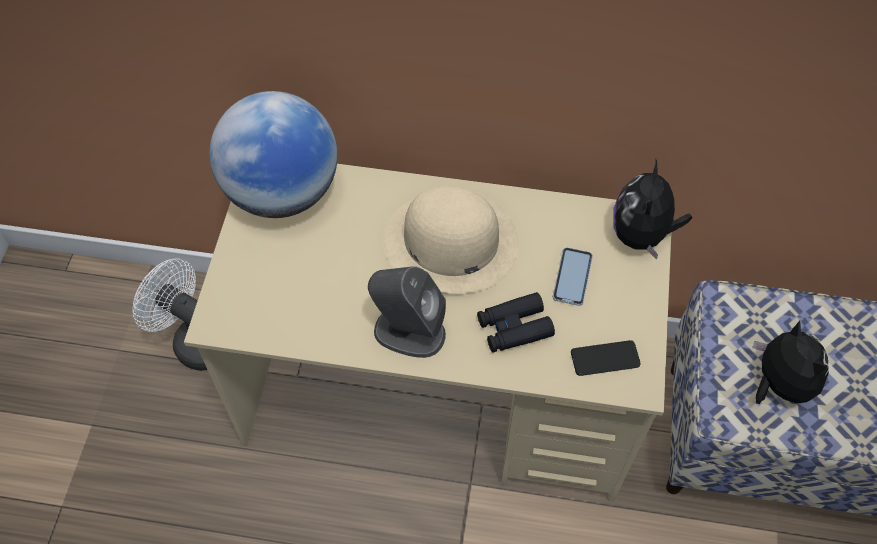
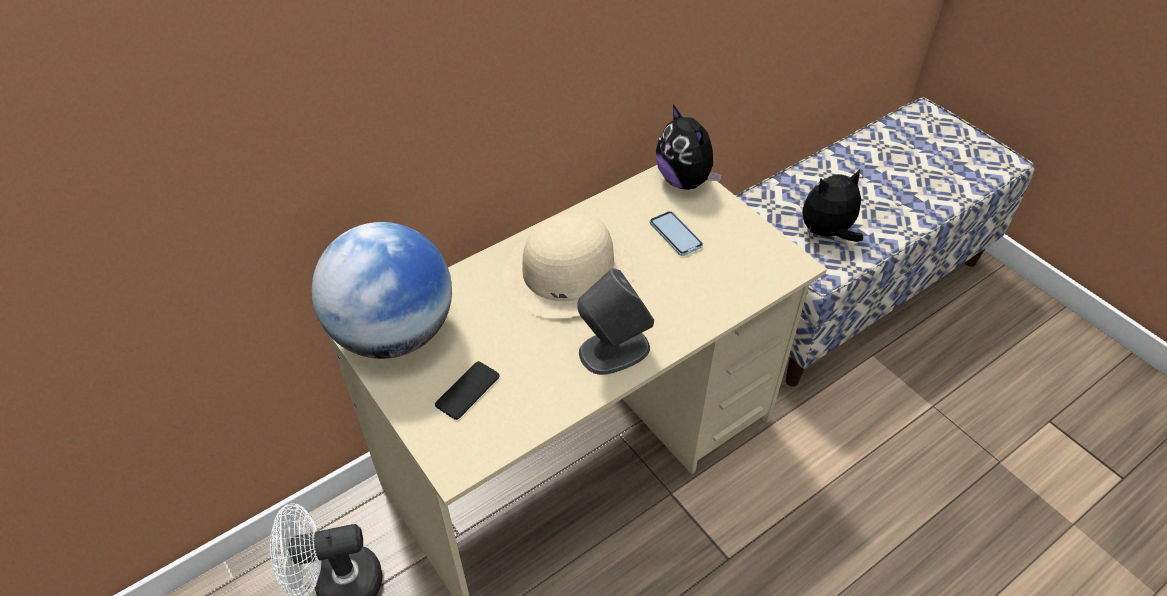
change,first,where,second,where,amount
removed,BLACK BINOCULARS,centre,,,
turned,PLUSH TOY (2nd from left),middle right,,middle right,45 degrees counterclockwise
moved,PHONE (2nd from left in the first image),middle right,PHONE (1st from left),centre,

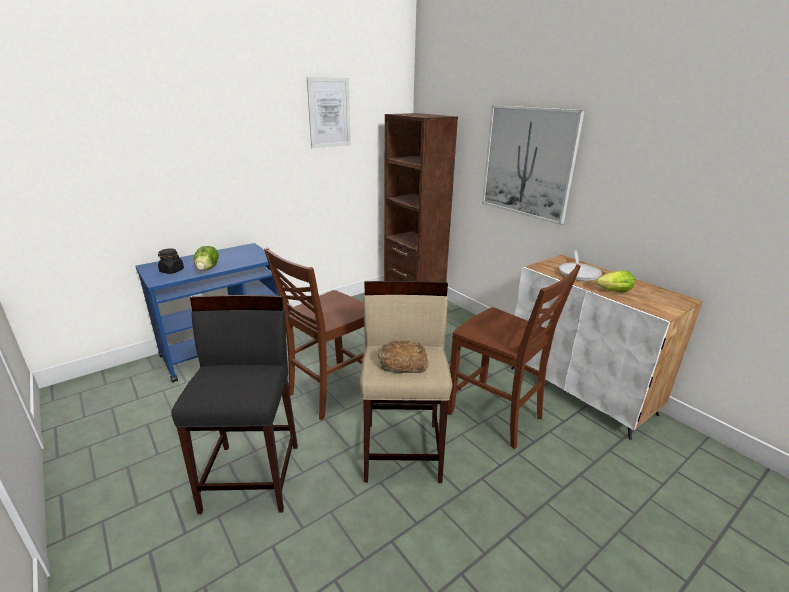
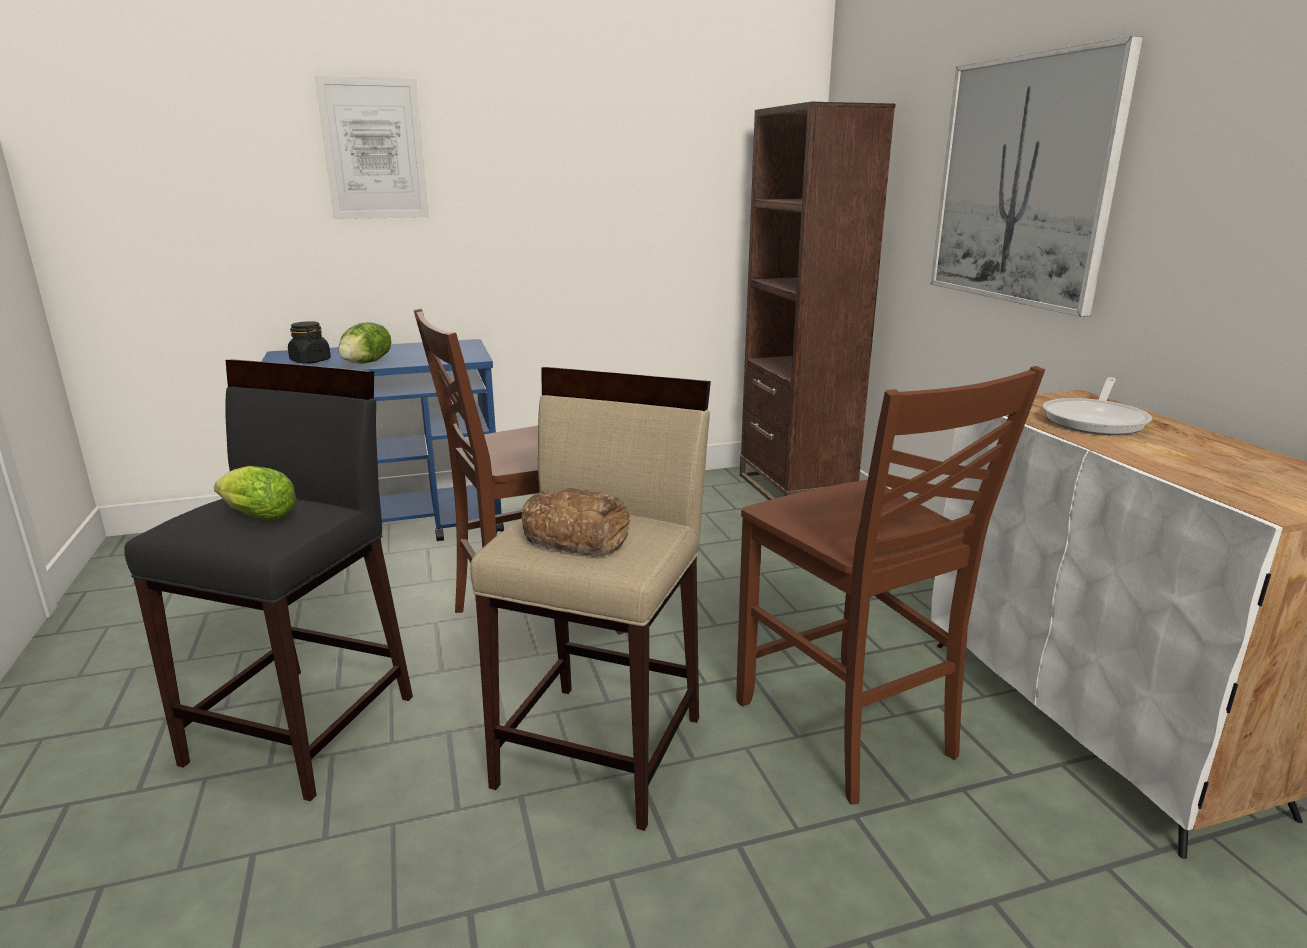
change,first,where,second,where,amount
moved,PICTURE (1st from left),top centre,,top left,
moved,LETTUCE (2nd from left in the first image),middle right,LETTUCE (1st from left),middle left,

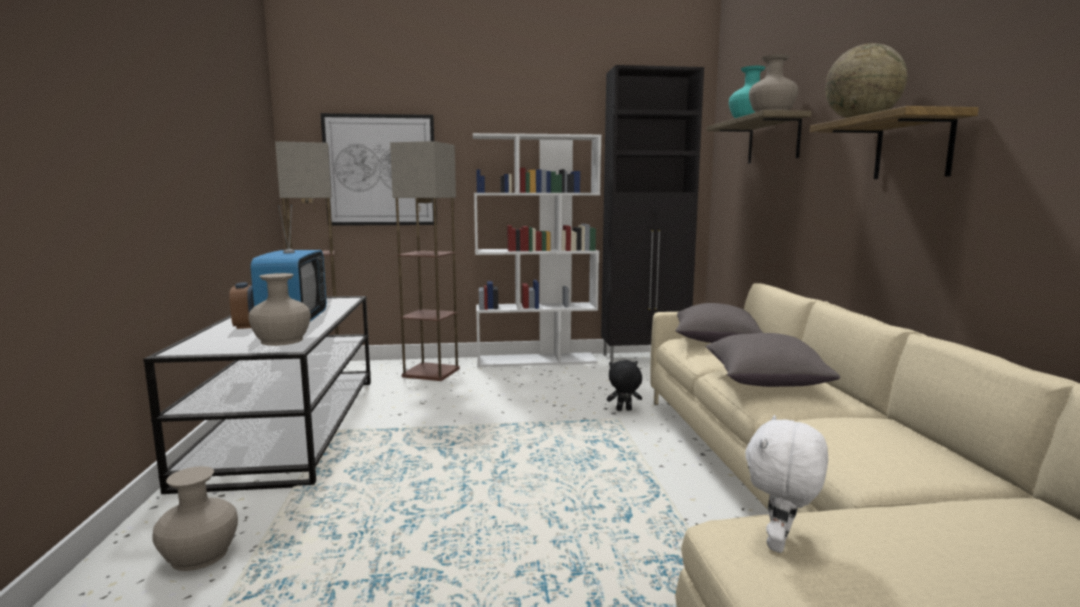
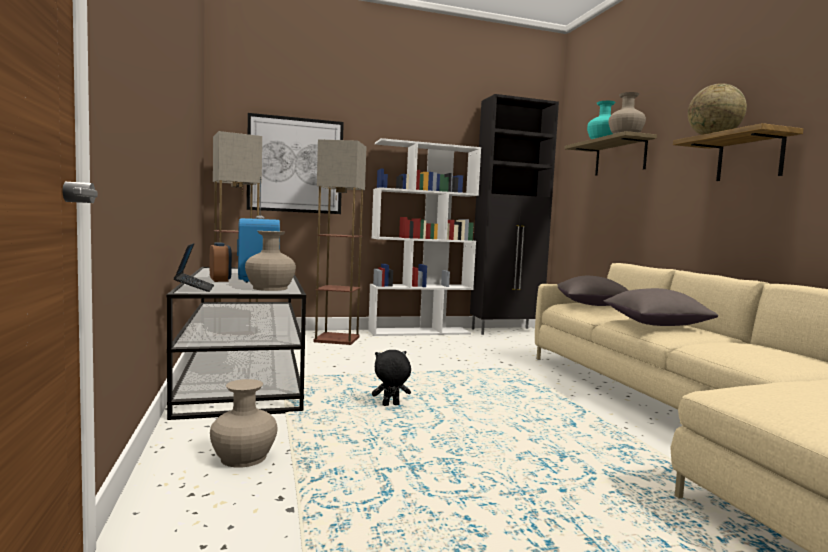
change,first,where,second,where,amount
moved,BLACK PLUSH TOY,centre,,bottom centre,
removed,WHITE PLUSH TOY,bottom right,,,
added,,,LAPTOP,middle left,

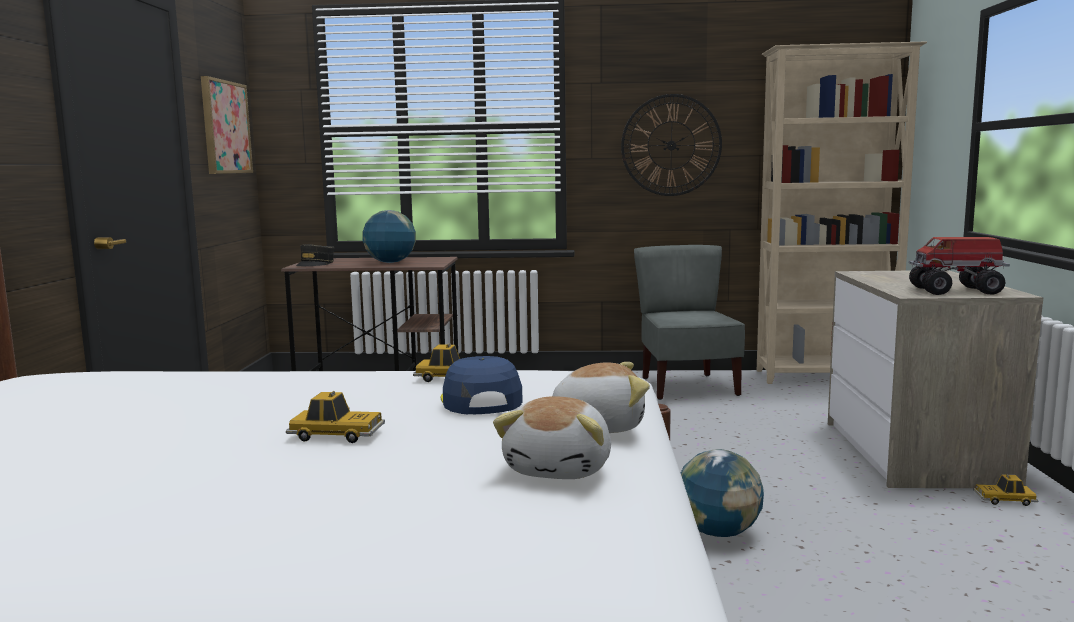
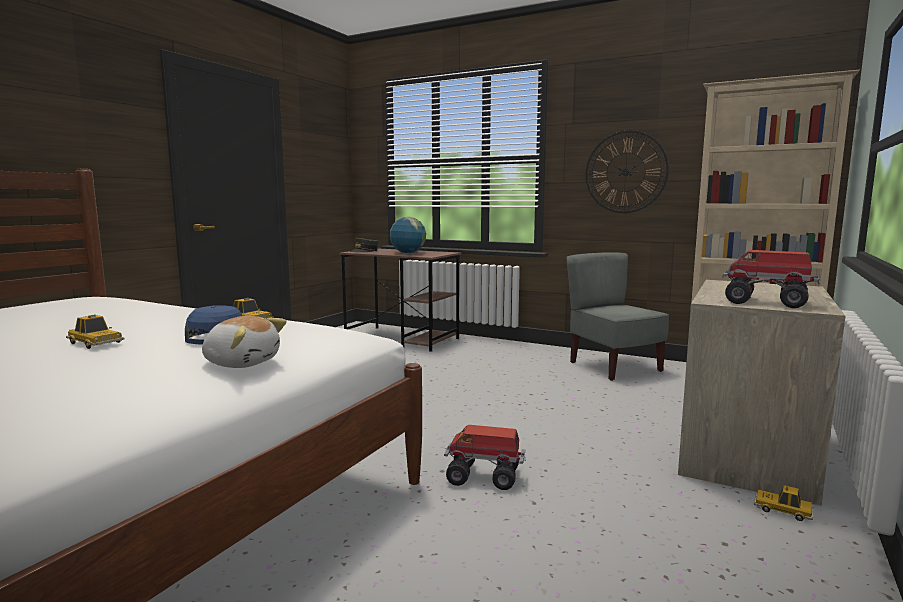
change,first,where,second,where,amount
removed,PICTURE,top left,,,
turned,GREY CHAIR,centre,,middle right,45 degrees counterclockwise
removed,PLUSH TOY (1st from left),bottom centre,,,
replaced,GLOBE (2nd from left),bottom right,TOY TRUCK (1st from left),bottom centre,

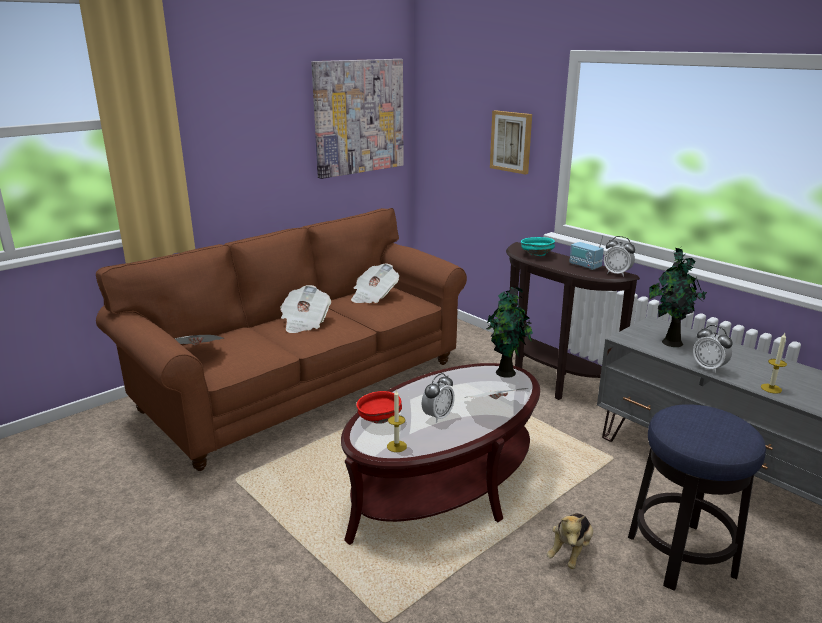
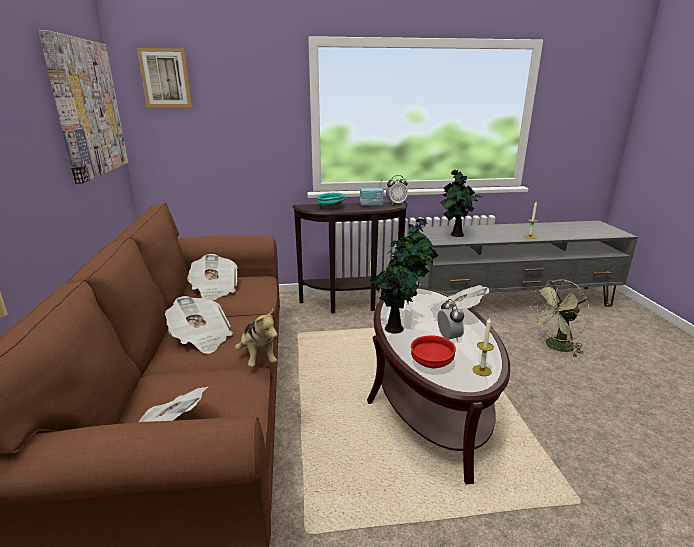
change,first,where,second,where,amount
moved,PICTURE (2nd from left),top centre,,top left,
removed,ALARM CLOCK (3rd from left),middle right,,,
replaced,STOOL,bottom right,GREEN FAN,middle right,
moved,PLUSH TOY,bottom right,,centre,
added,,,POTTED PLANT (1st from left),centre,

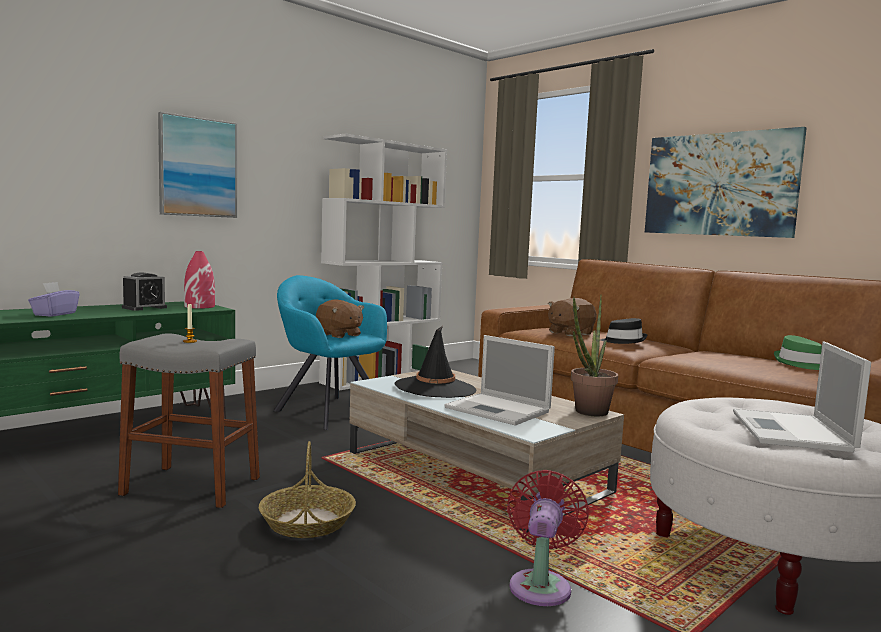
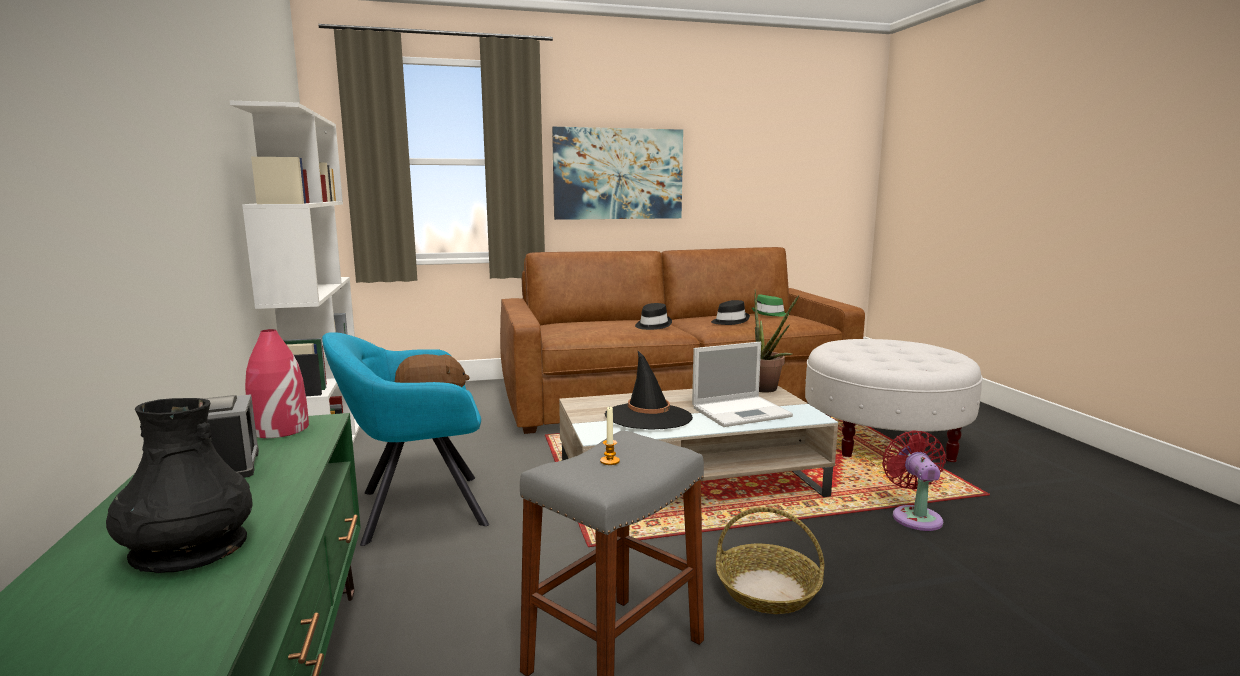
change,first,where,second,where,amount
removed,PICTURE (1st from left),top left,,,
replaced,PURPLE TISSUE BOX,middle left,BLACK VASE,bottom left,
removed,BROWN PLUSH TOY (2nd from left),centre,,,
removed,LAPTOP (2nd from left),middle right,,,
turned,RED FAN,bottom centre,,bottom right,45 degrees clockwise
added,,,BLACK HAT (3rd from left),centre,

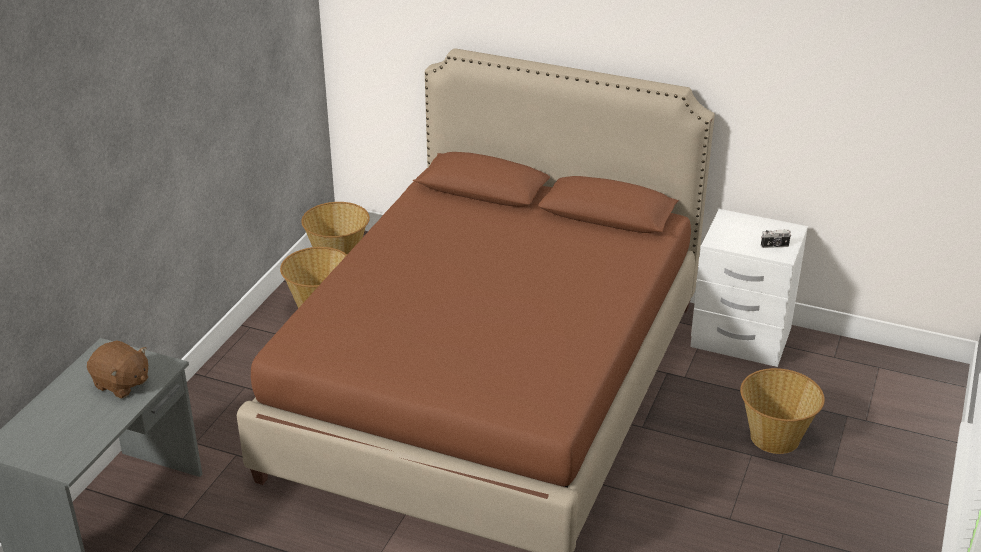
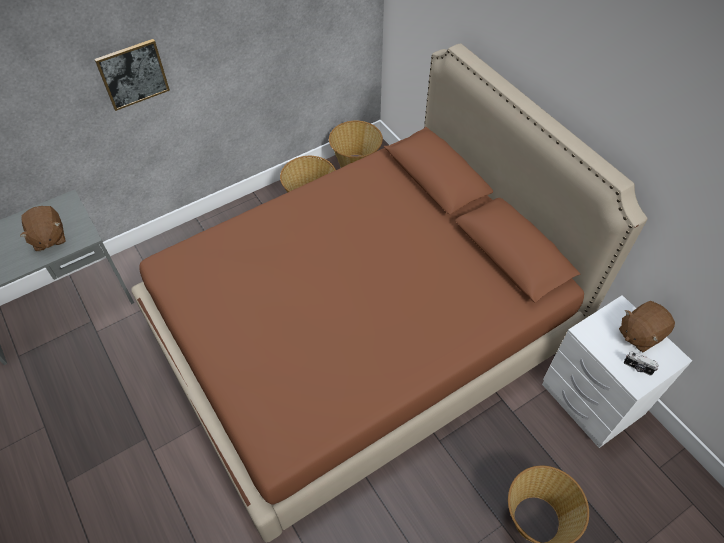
change,first,where,second,where,amount
added,,,PICTURE,top left,
added,,,BROWN PLUSH TOY (2nd from left),middle right,

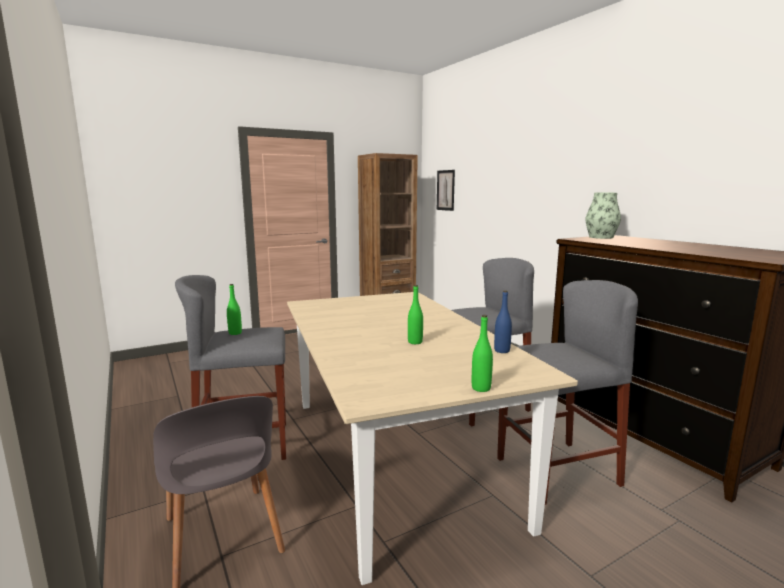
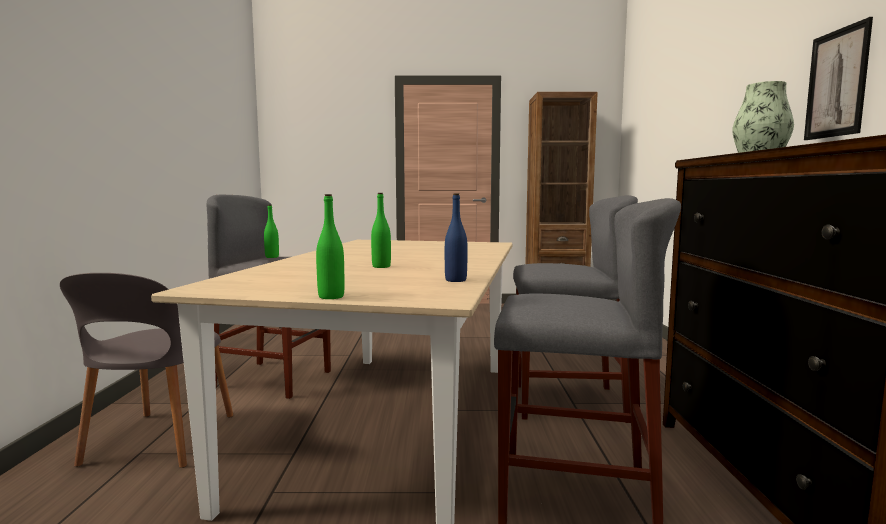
change,first,where,second,where,amount
moved,PICTURE,top centre,,top right,

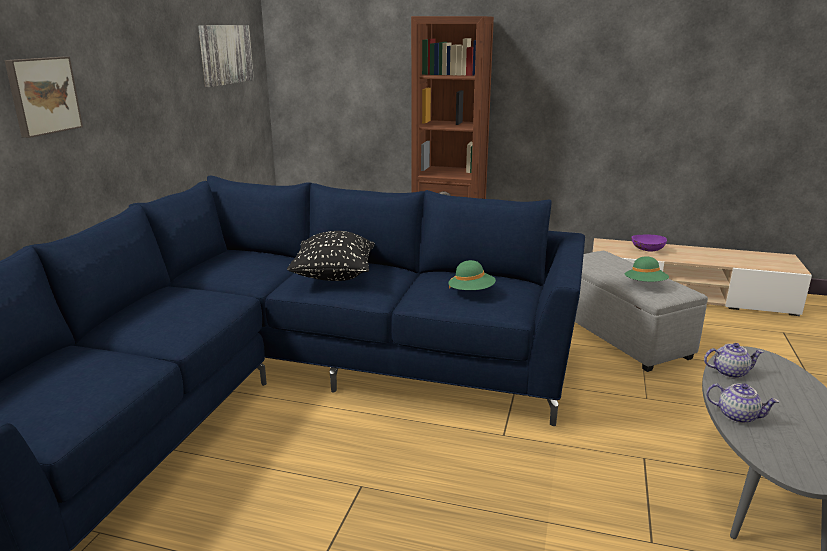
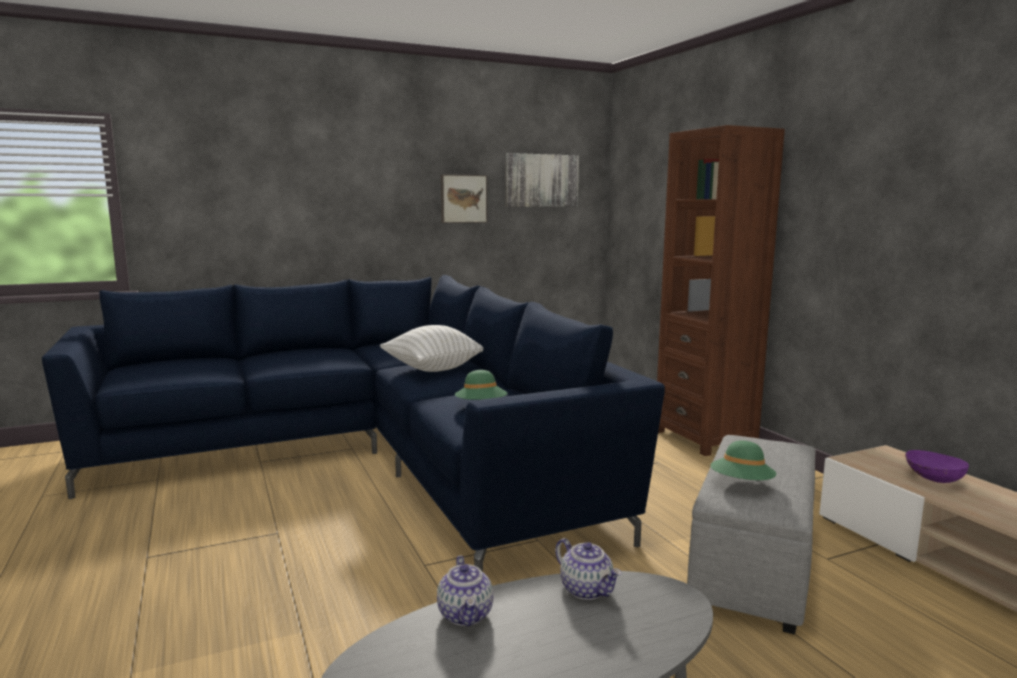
change,first,where,second,where,amount
moved,PICTURE (1st from left),top left,,top centre,
recoloured,BLACK PILLOW,centre,WHITE PILLOW,centre,

